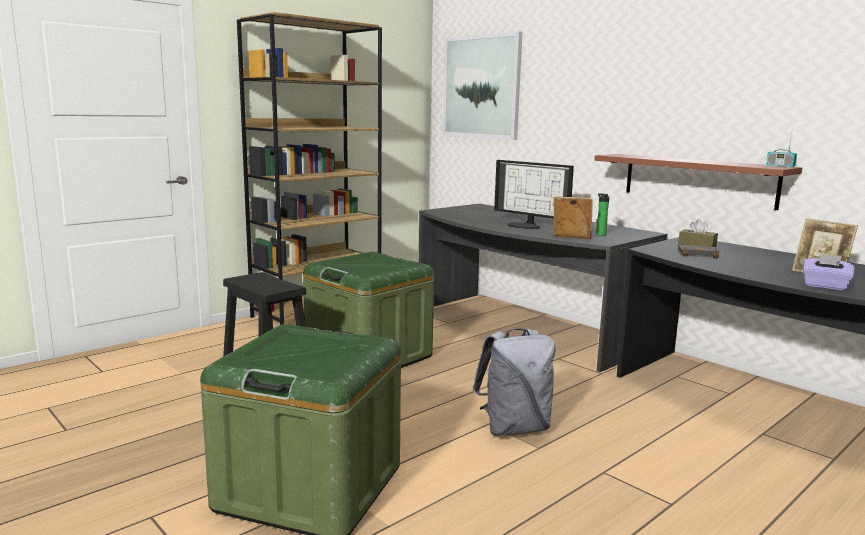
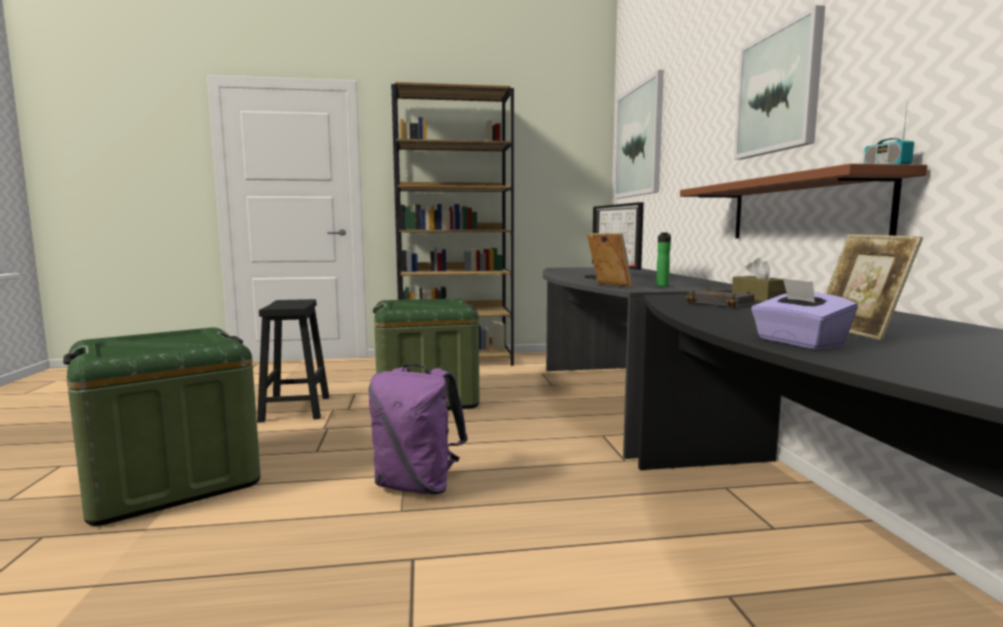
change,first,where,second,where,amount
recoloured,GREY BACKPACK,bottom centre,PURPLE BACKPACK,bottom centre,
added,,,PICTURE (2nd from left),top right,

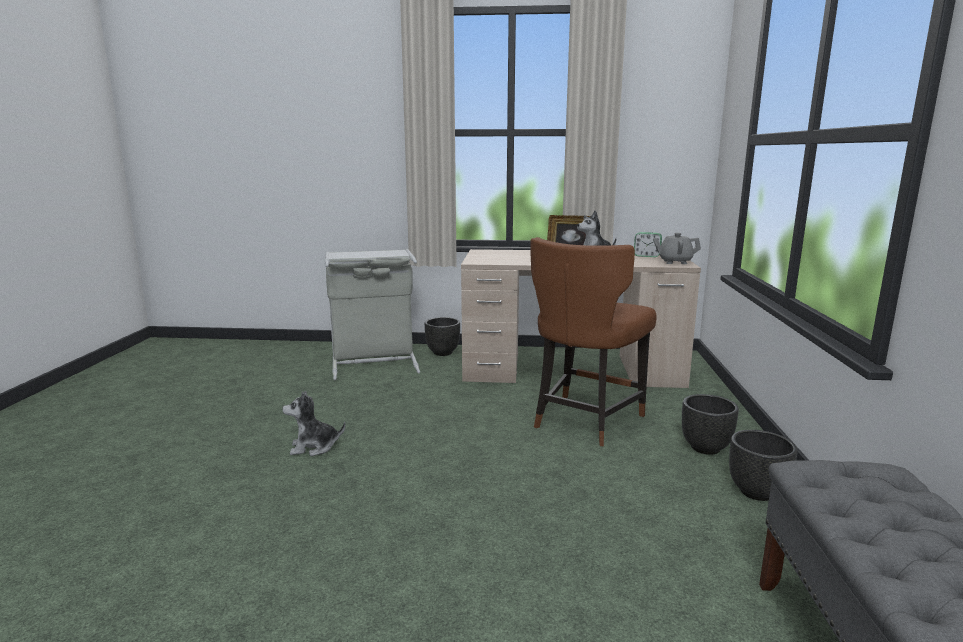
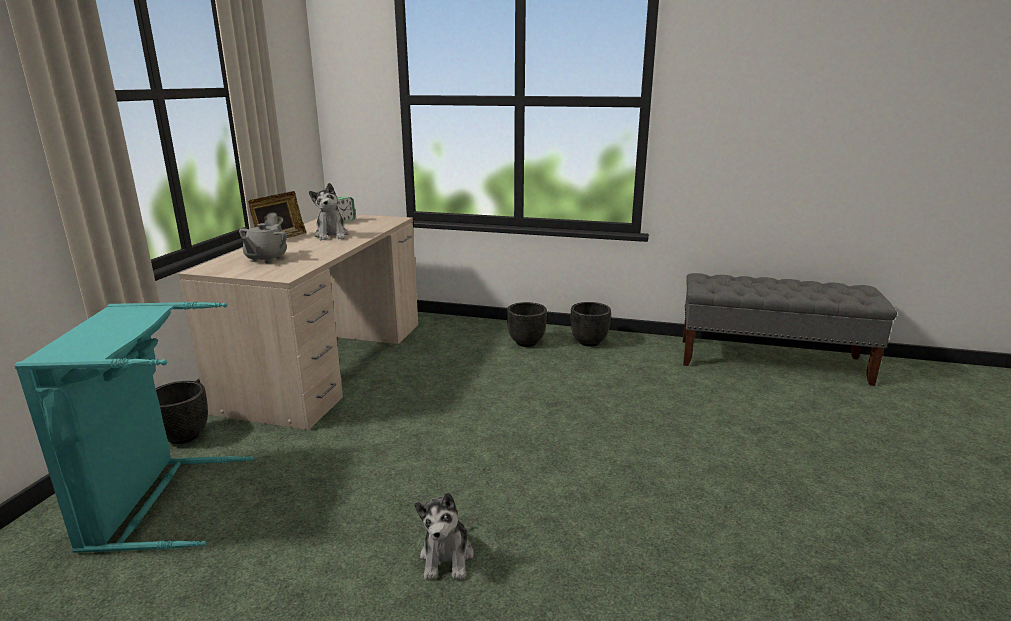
change,first,where,second,where,amount
moved,GREY TEAPOT,middle right,,middle left,
removed,BROWN CHAIR,centre,,,
recoloured,GREY LAUNDRY BASKET,centre,TURQUOISE LAUNDRY BASKET,bottom left,

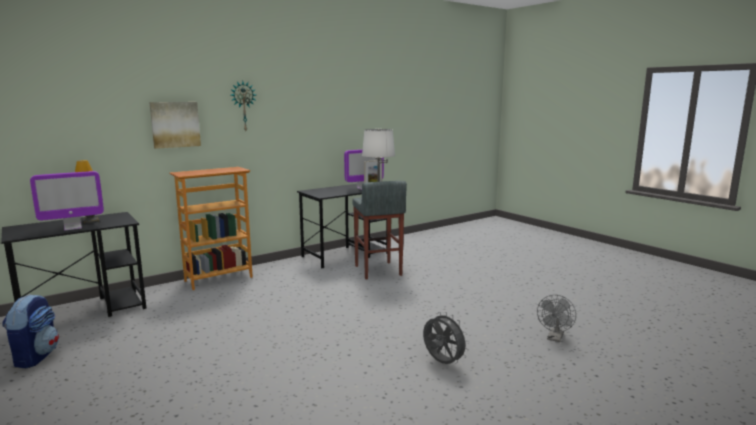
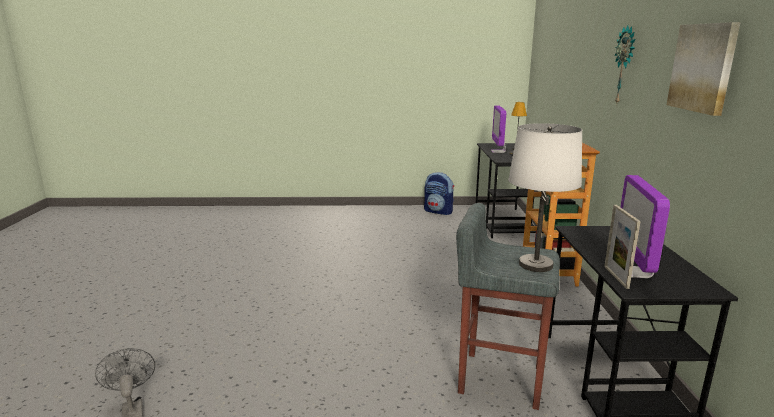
change,first,where,second,where,amount
moved,PICTURE,top left,,top right,
removed,GREY FAN (1st from left),bottom centre,,,

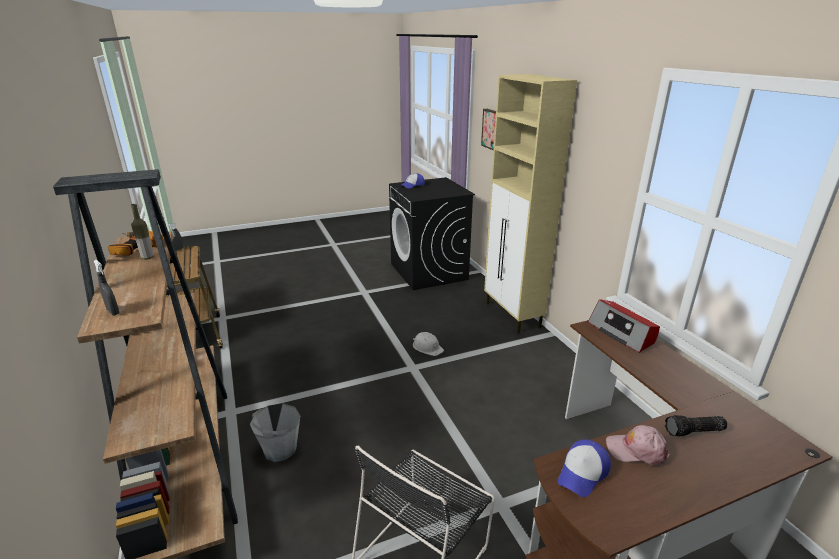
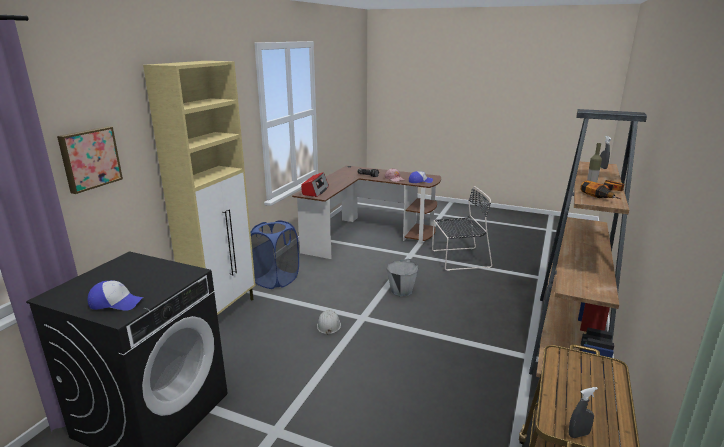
change,first,where,second,where,amount
moved,GREY BUCKET,bottom left,,centre,
added,,,BLUE LAUNDRY BASKET,centre,

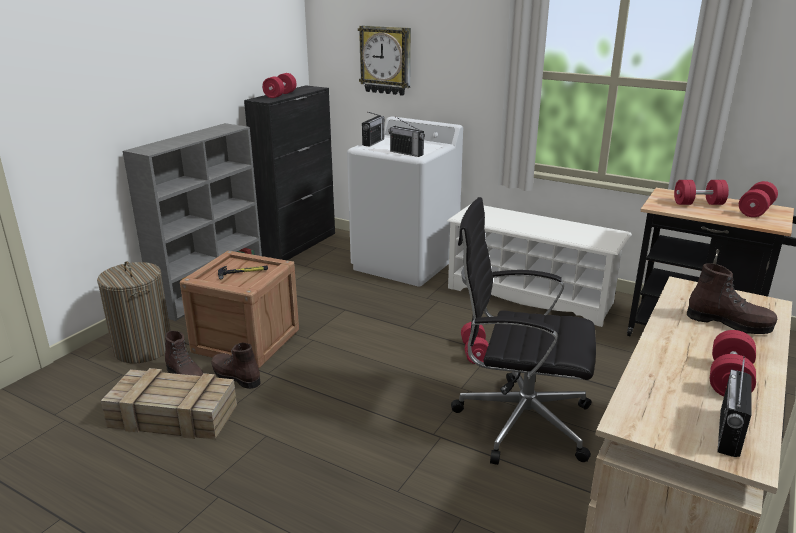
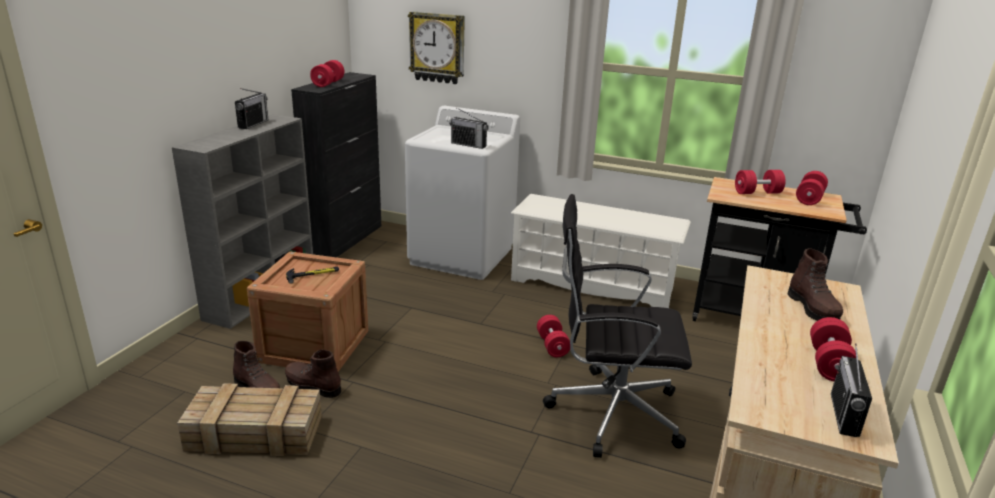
change,first,where,second,where,amount
moved,RADIO (1st from left),top centre,,top left,
removed,LAUNDRY BASKET,middle left,,,
turned,BROWN BOOT (3rd from left),middle right,,middle right,60 degrees clockwise

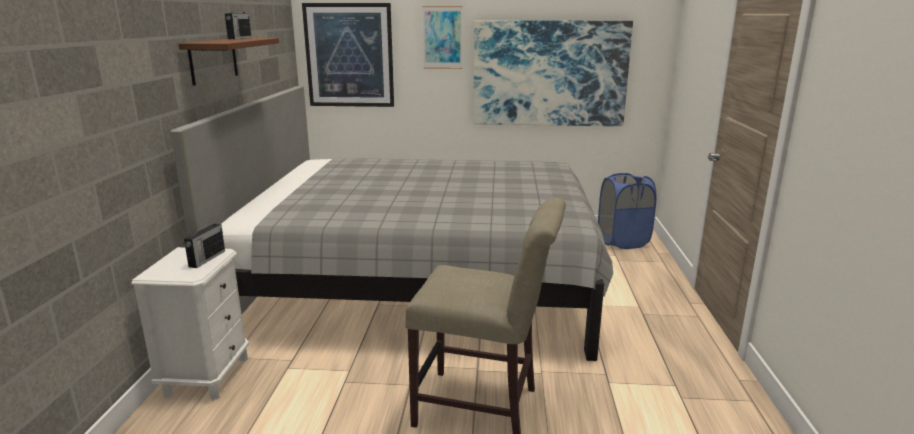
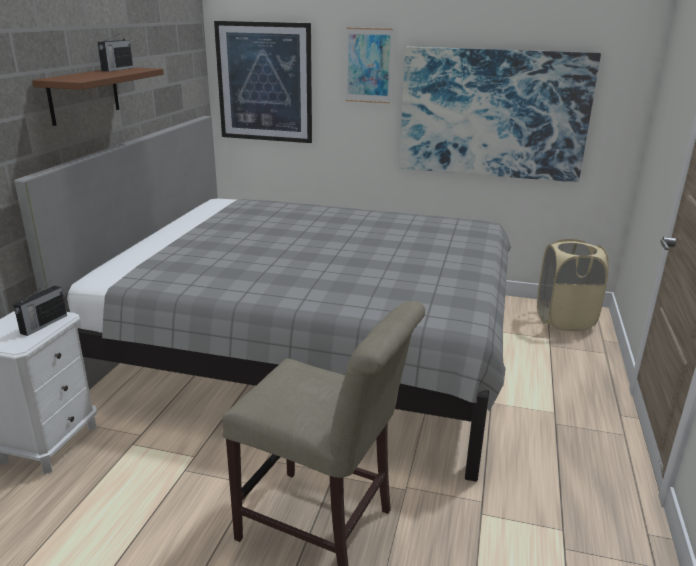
change,first,where,second,where,amount
recoloured,BLUE LAUNDRY BASKET,middle right,BEIGE LAUNDRY BASKET,middle right,

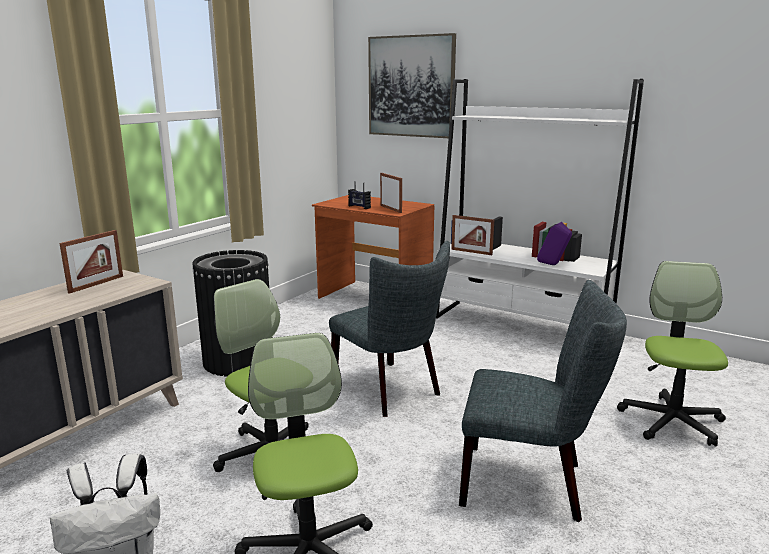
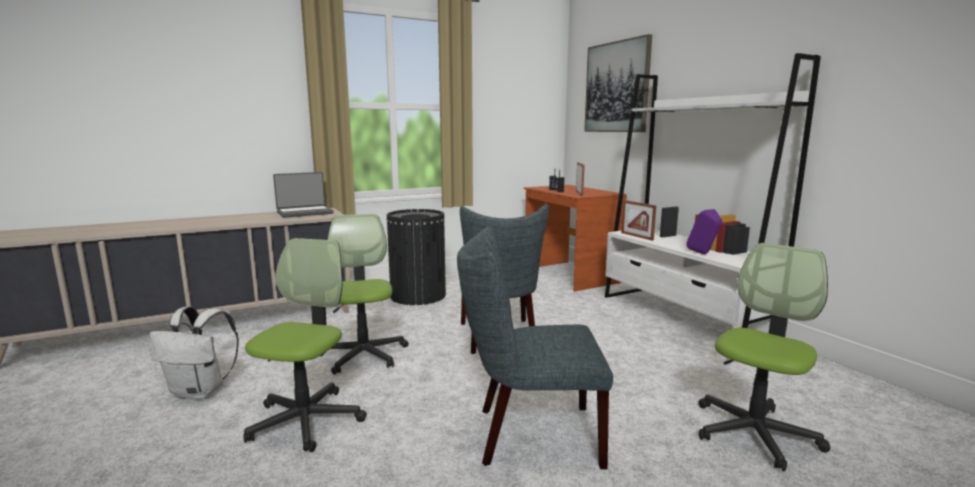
change,first,where,second,where,amount
replaced,PICTURE FRAME (1st from left),middle left,LAPTOP,middle left,
turned,GREY CHAIR (2nd from left),bottom right,,bottom centre,135 degrees clockwise

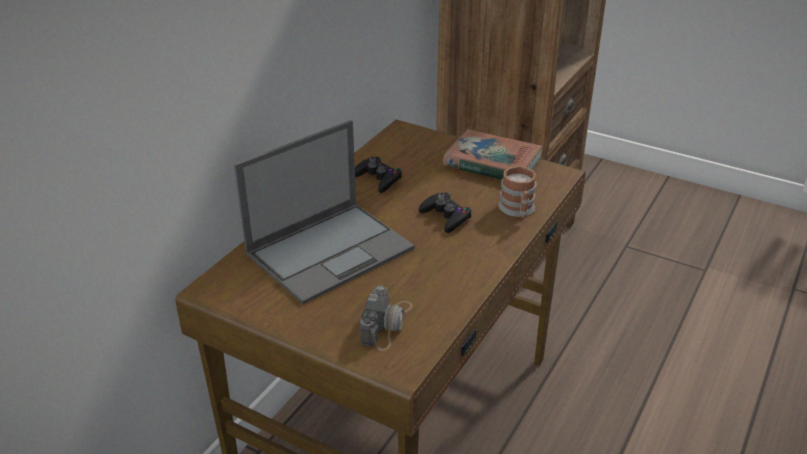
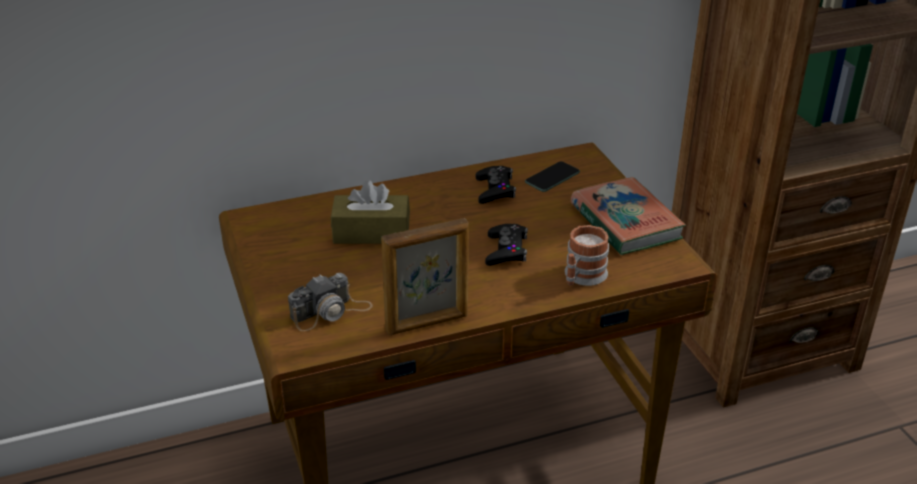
change,first,where,second,where,amount
replaced,LAPTOP,centre,BROWN TISSUE BOX,centre,
added,,,PHONE,centre,
added,,,PICTURE FRAME,centre,

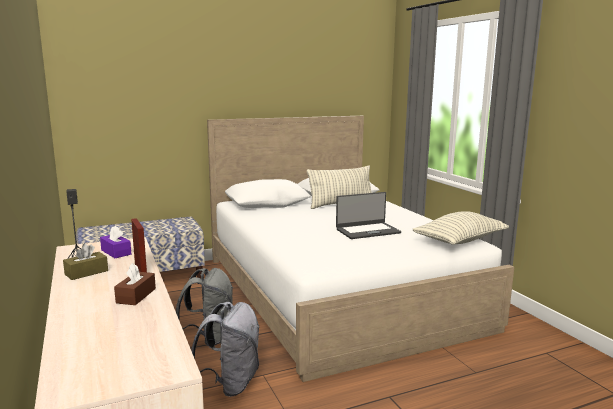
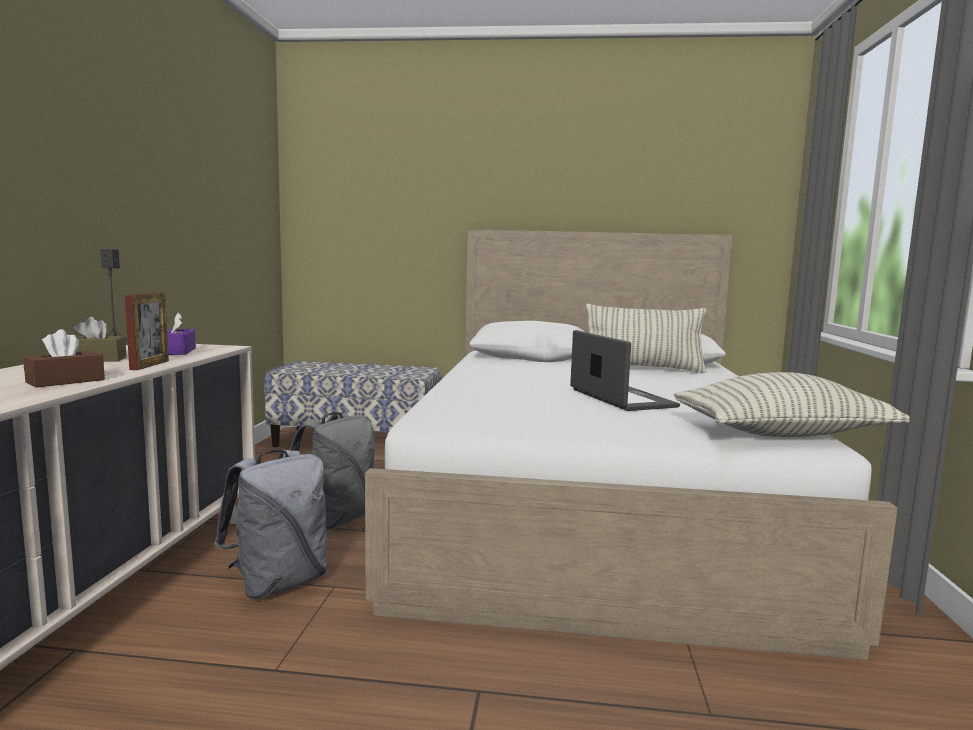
change,first,where,second,where,amount
turned,LAPTOP,centre,,centre,120 degrees counterclockwise

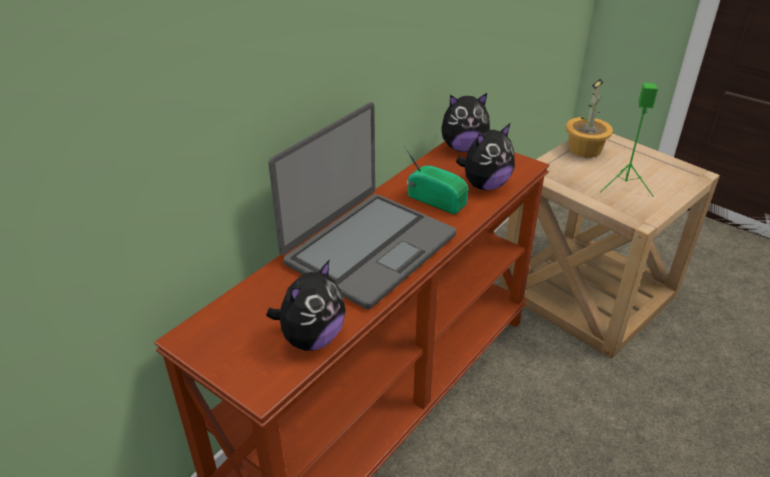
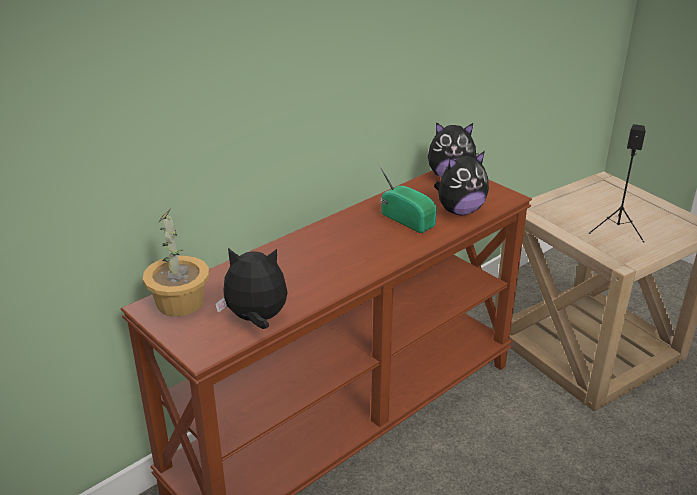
change,first,where,second,where,amount
moved,POTTED PLANT,top right,,middle left,
recoloured,GREEN SPEAKER,top right,BLACK SPEAKER,middle right,
removed,LAPTOP,centre,,,
turned,PLUSH TOY (1st from left),centre,,centre,135 degrees counterclockwise

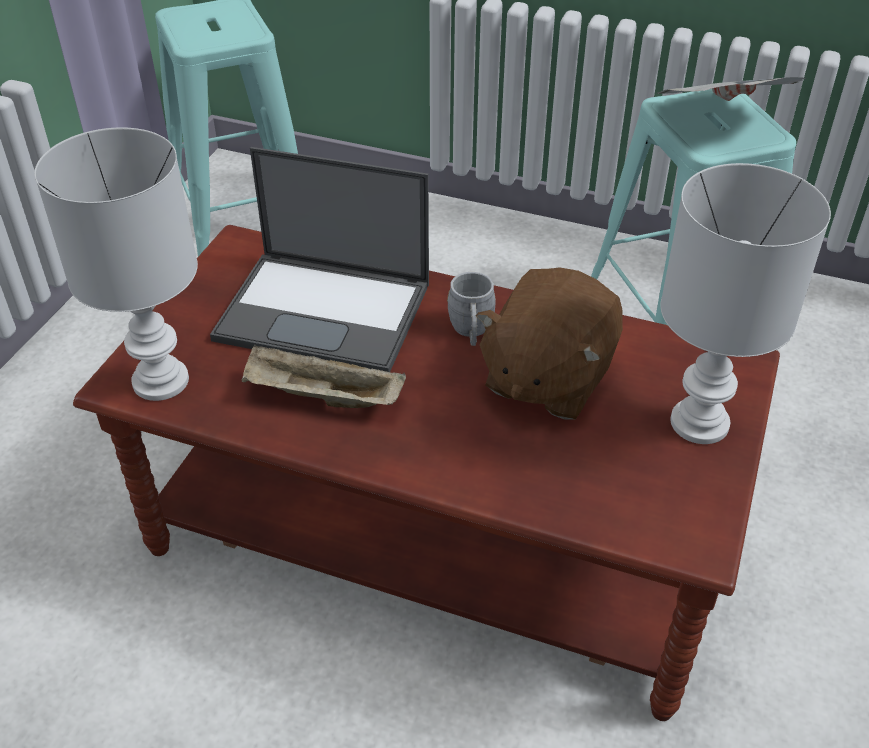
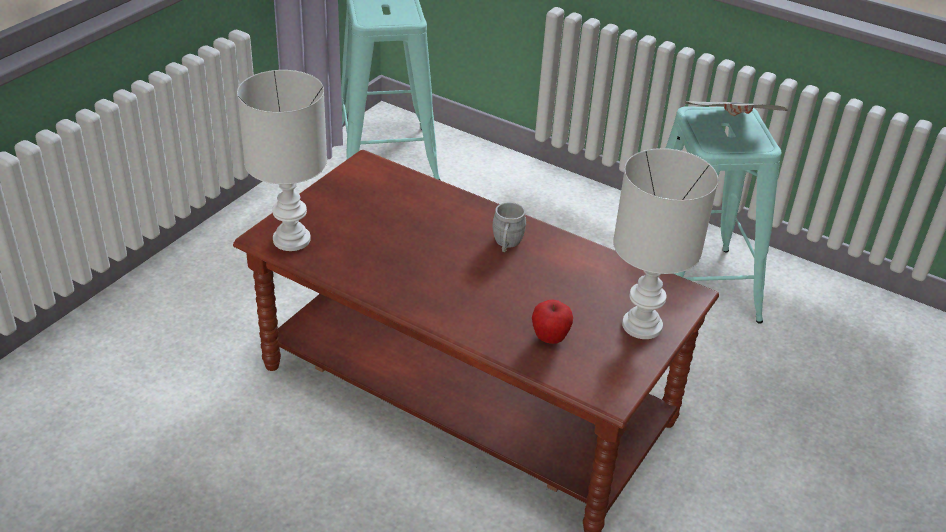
change,first,where,second,where,amount
removed,LAPTOP,centre,,,
removed,BROWN PLUSH TOY,centre,,,
removed,BEIGE TRAY,centre,,,
added,,,APPLE,centre,

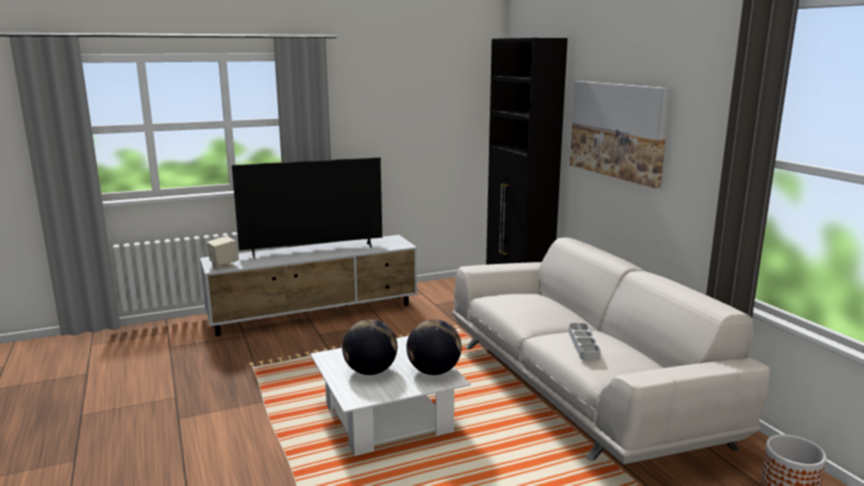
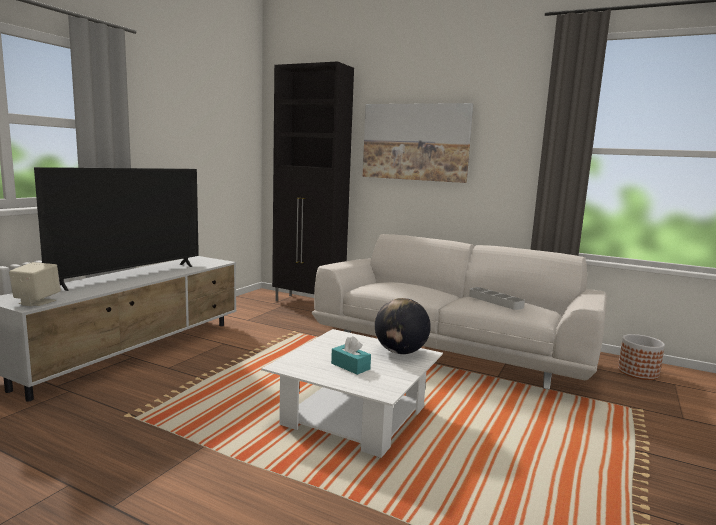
change,first,where,second,where,amount
replaced,GLOBE (1st from left),bottom centre,TURQUOISE TISSUE BOX,bottom centre,

